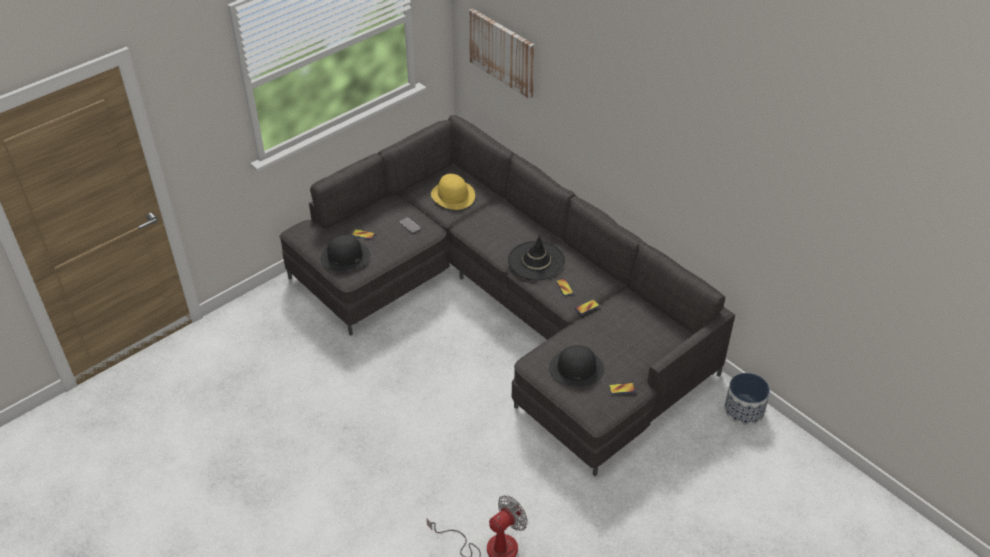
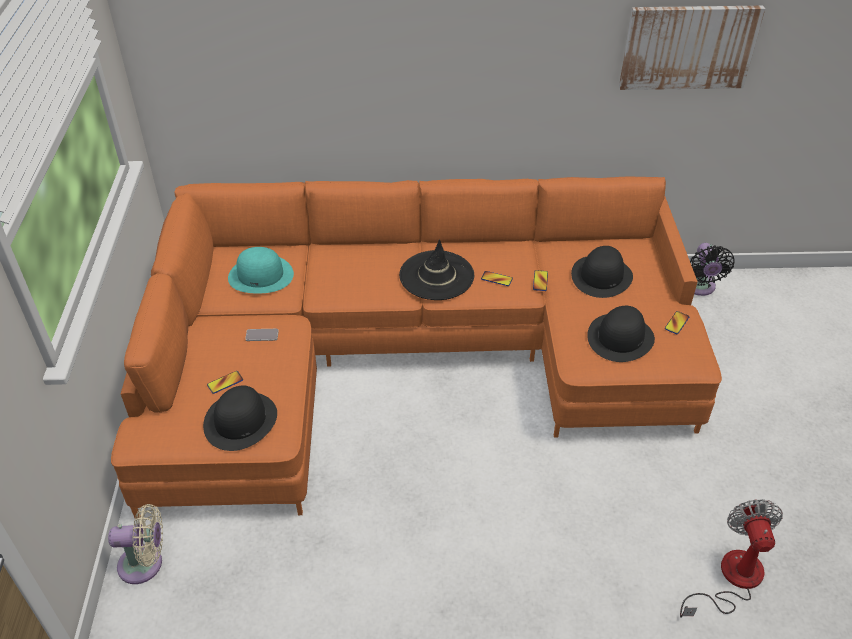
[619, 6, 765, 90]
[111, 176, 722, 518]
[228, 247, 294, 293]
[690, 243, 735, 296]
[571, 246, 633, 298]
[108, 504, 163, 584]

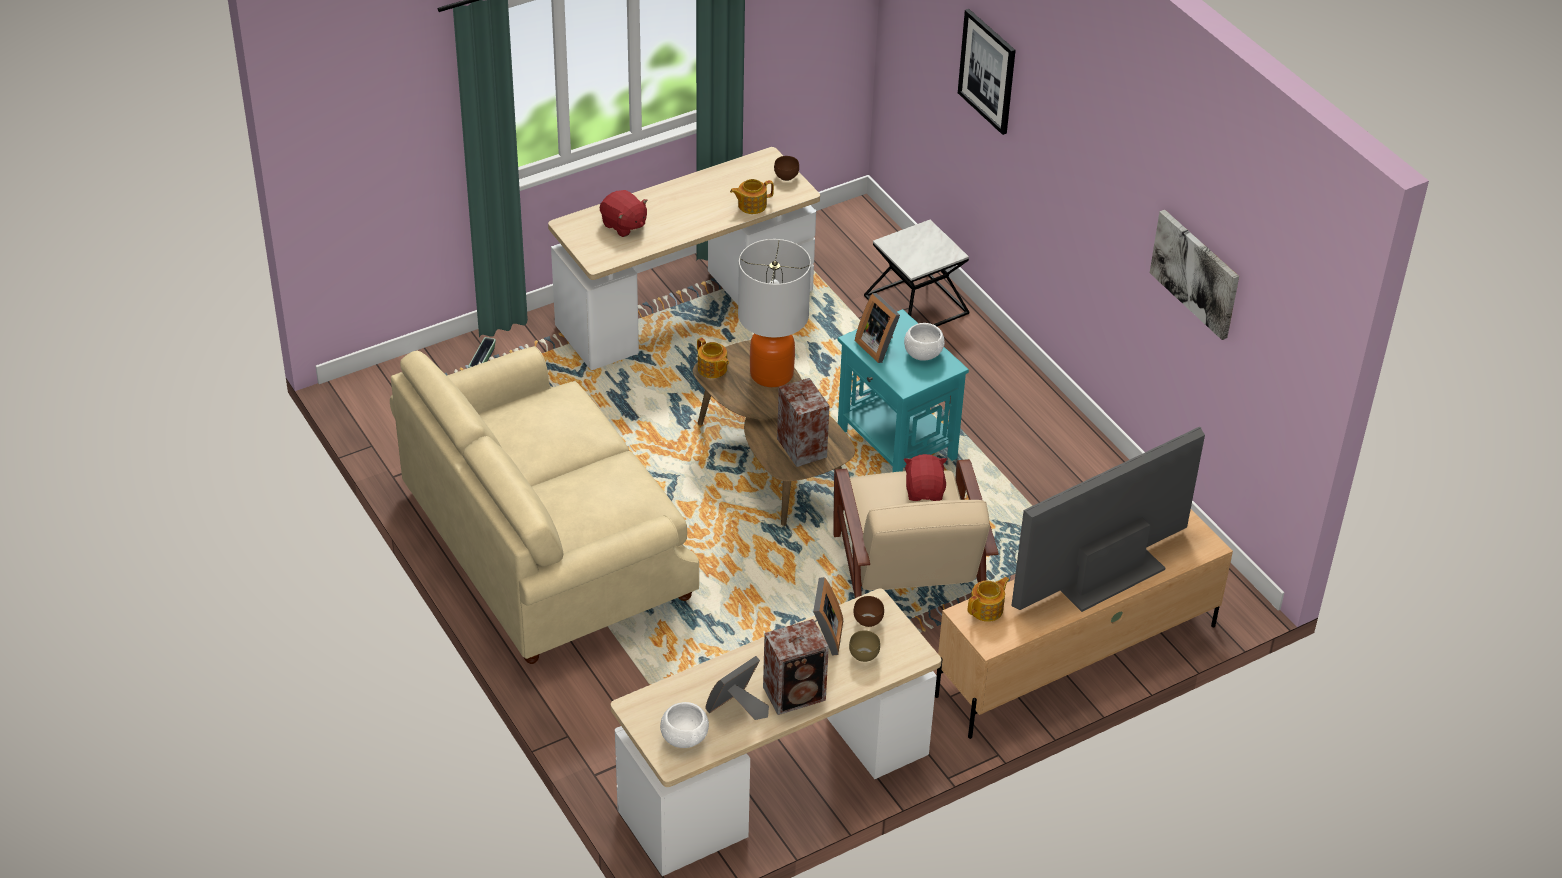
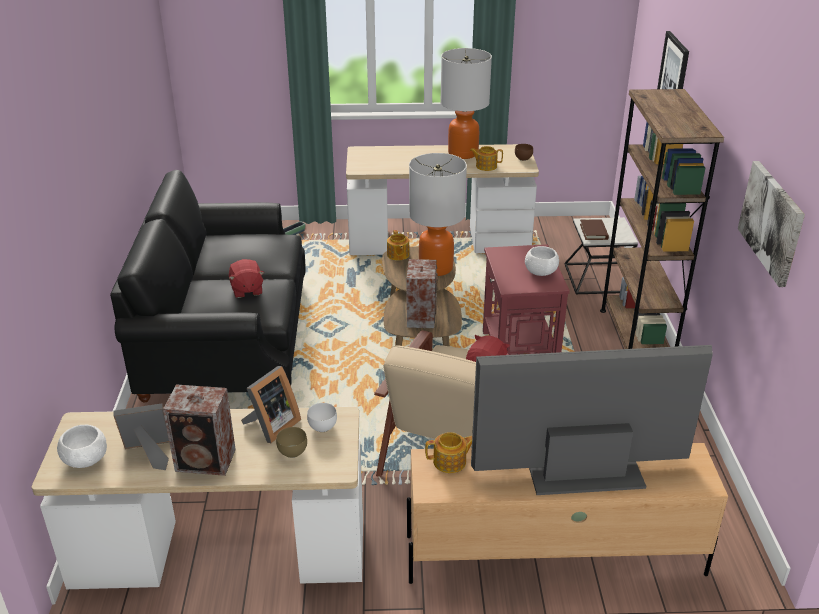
[229, 259, 264, 298]
[855, 293, 900, 363] (first image)
[483, 244, 570, 355]
[110, 170, 305, 403]
[307, 403, 337, 432]
[440, 48, 492, 159]
[600, 89, 724, 349]
[580, 219, 609, 240]

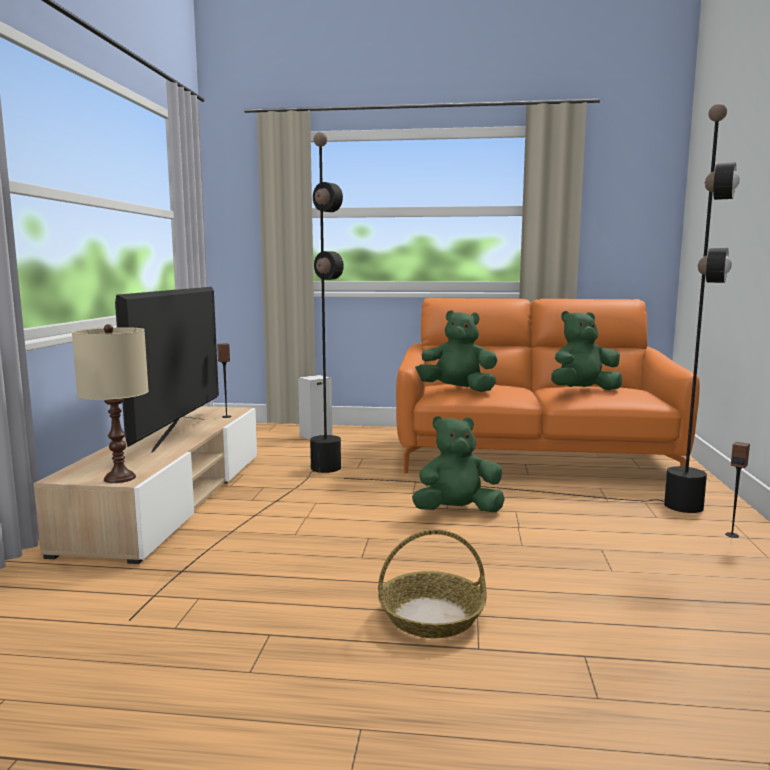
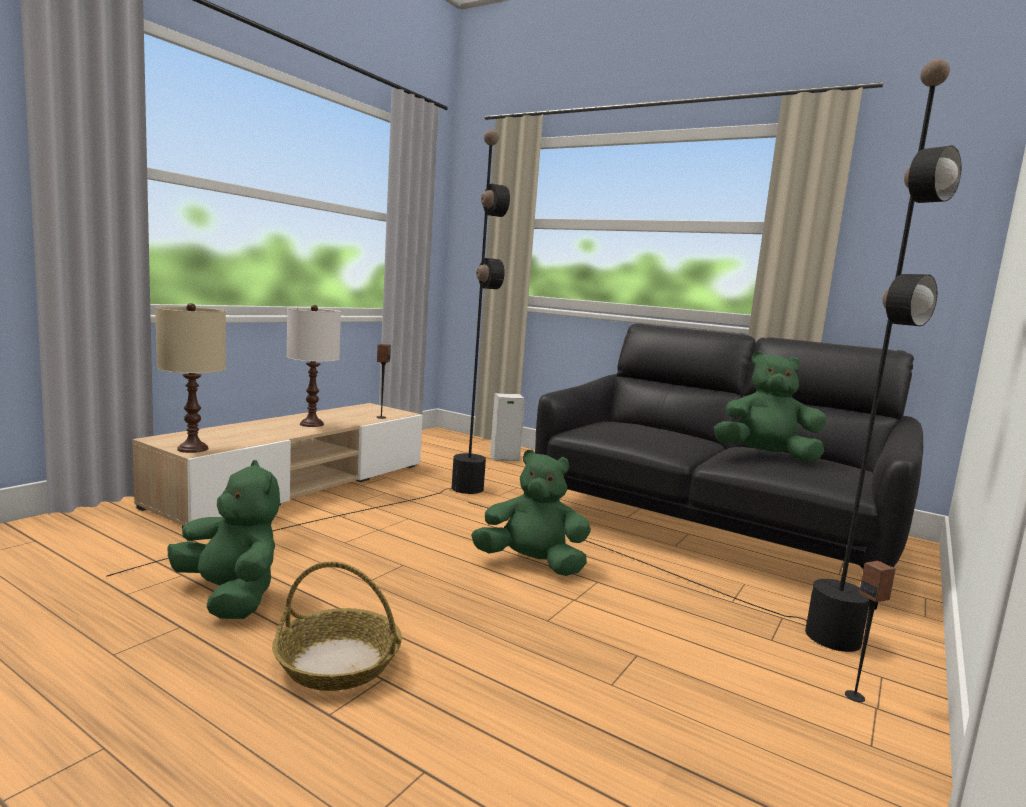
[287, 305, 341, 427]
[535, 323, 923, 610]
[168, 460, 280, 619]

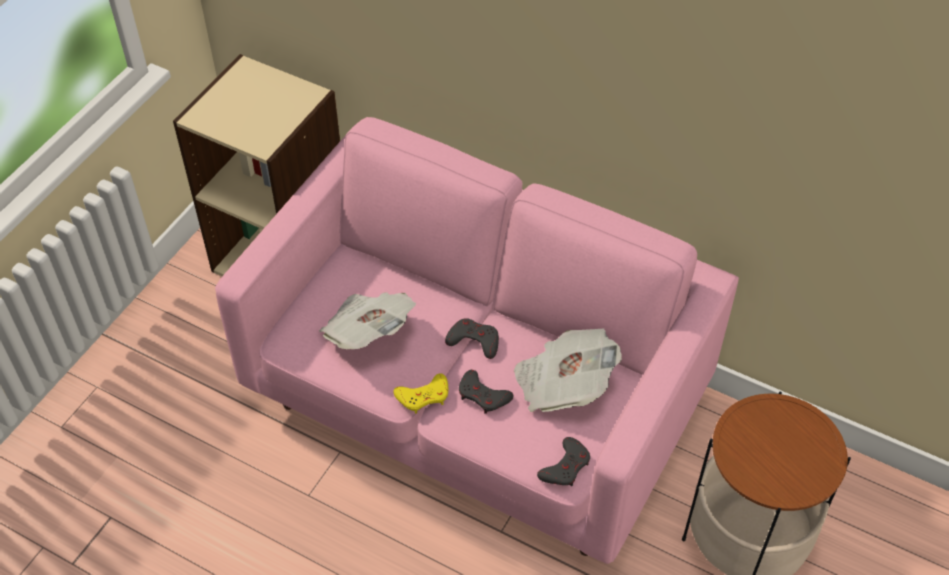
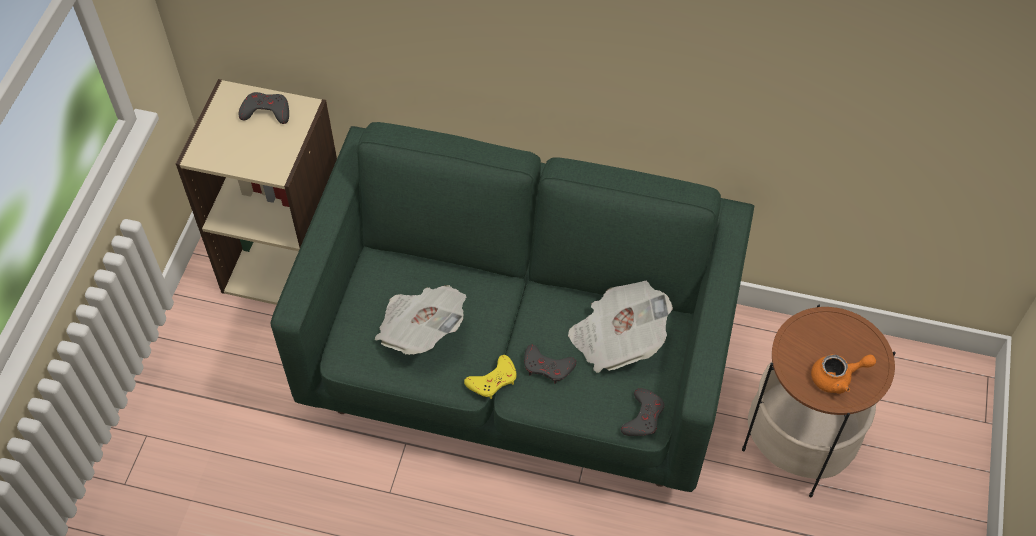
[270, 122, 754, 492]
[239, 92, 289, 124]
[811, 354, 876, 394]

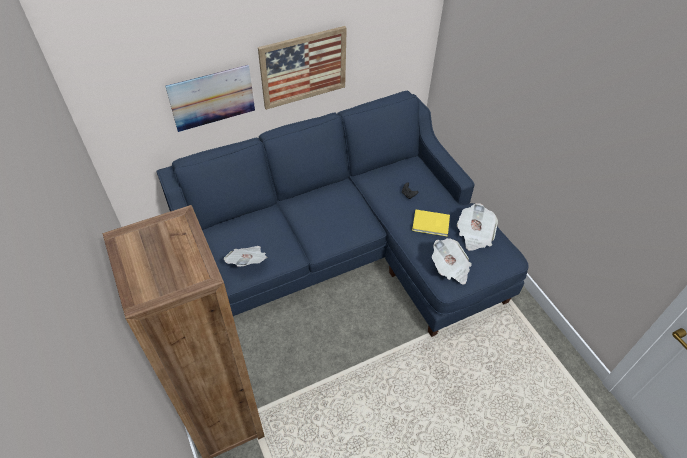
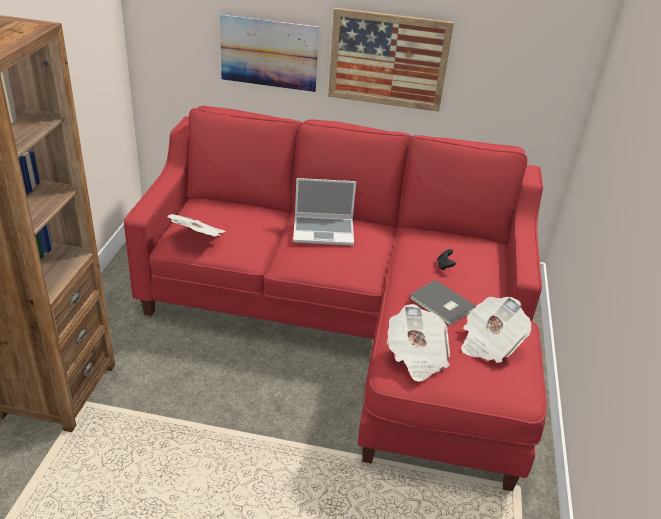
[124, 106, 547, 491]
[409, 280, 476, 326]
[293, 178, 356, 246]

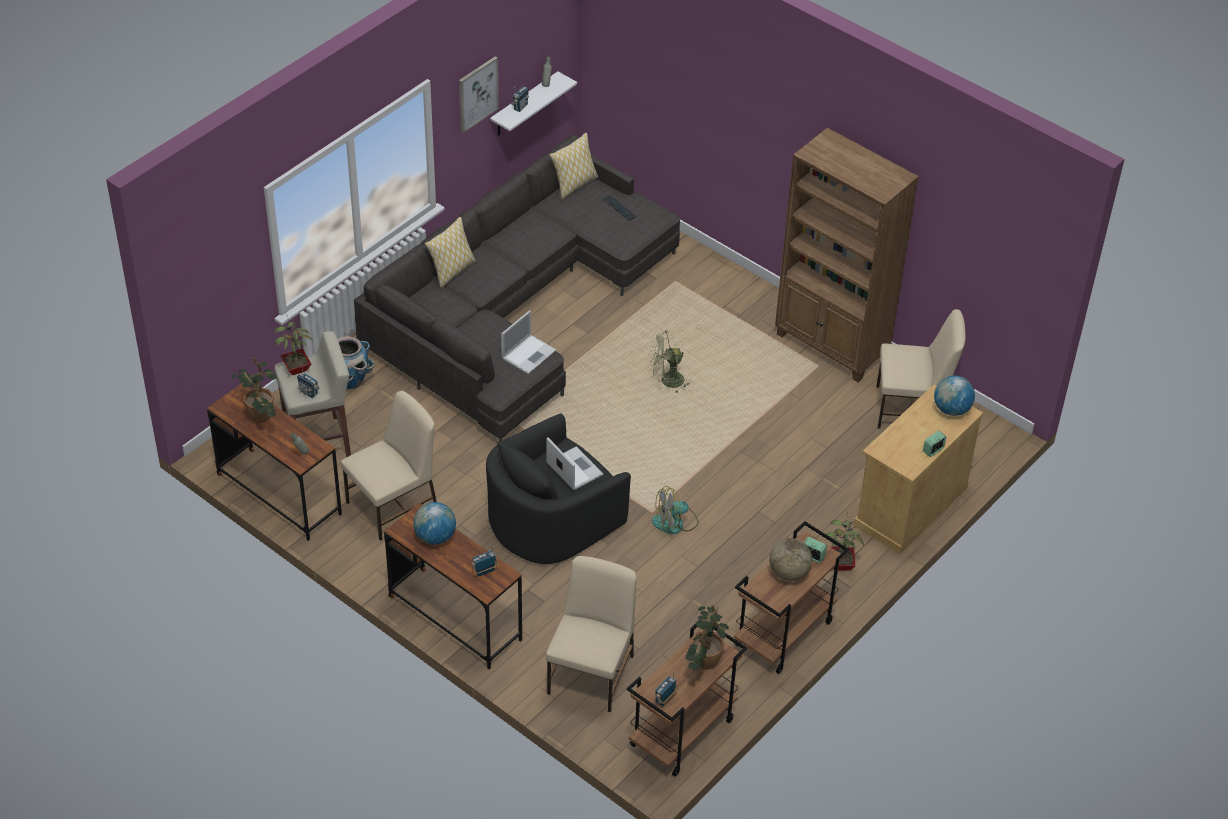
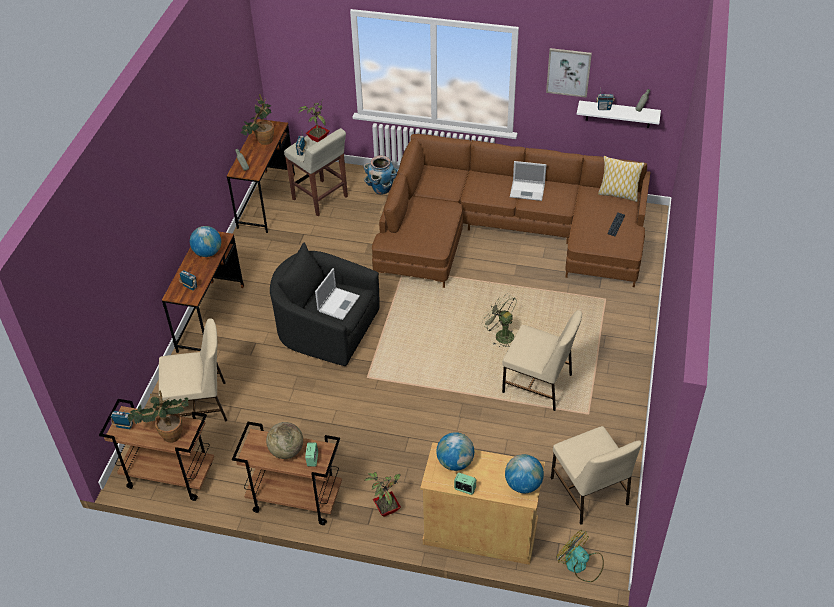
[775, 128, 919, 383] (first image)
[372, 134, 650, 288]
[425, 217, 476, 288] (first image)
[510, 161, 547, 201]
[502, 310, 582, 411]
[556, 530, 604, 582]
[436, 432, 474, 471]

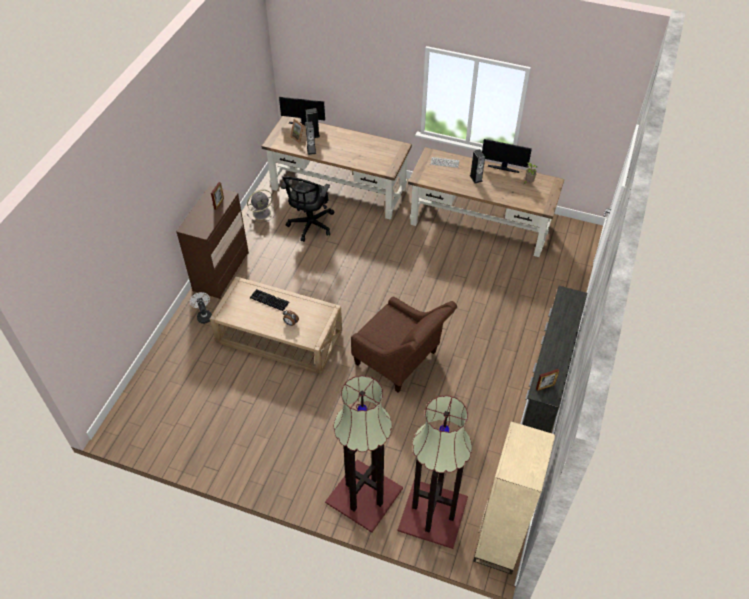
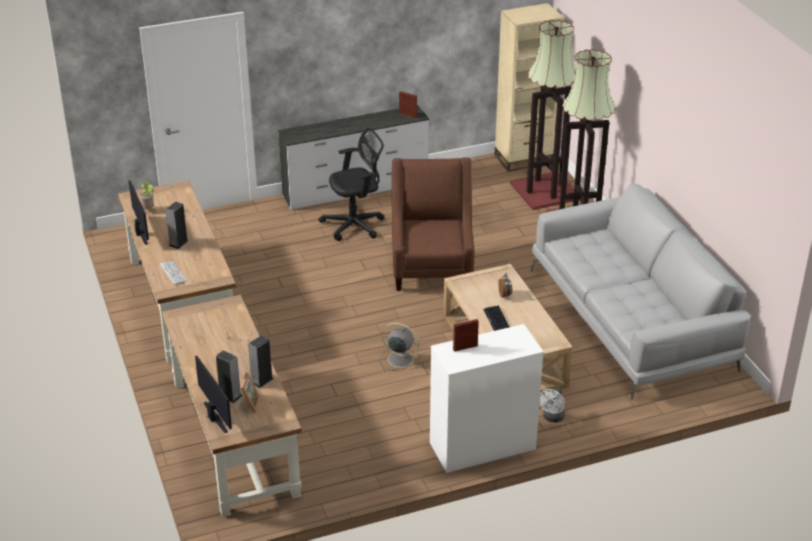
[319, 127, 385, 241]
[430, 324, 544, 473]
[380, 323, 420, 371]
[530, 184, 750, 400]

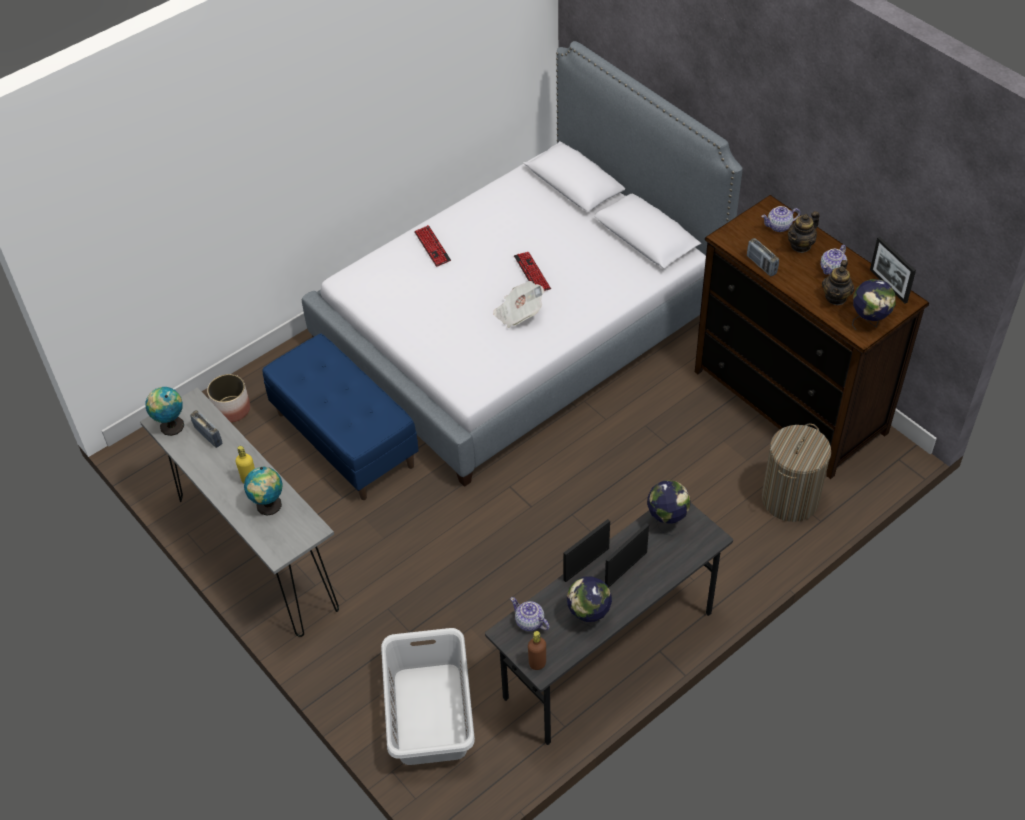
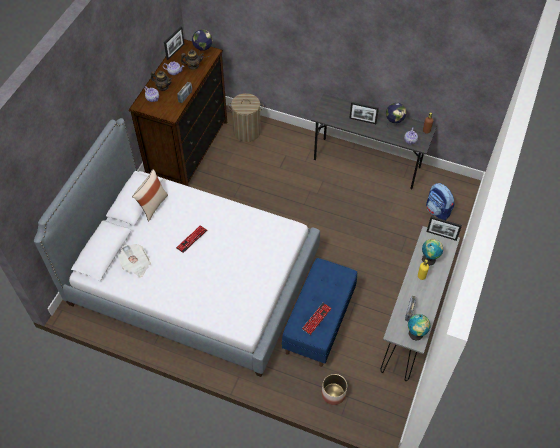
[302, 303, 332, 335]
[118, 244, 151, 277]
[647, 480, 691, 536] (first image)
[426, 216, 462, 241]
[426, 183, 455, 220]
[132, 169, 168, 221]

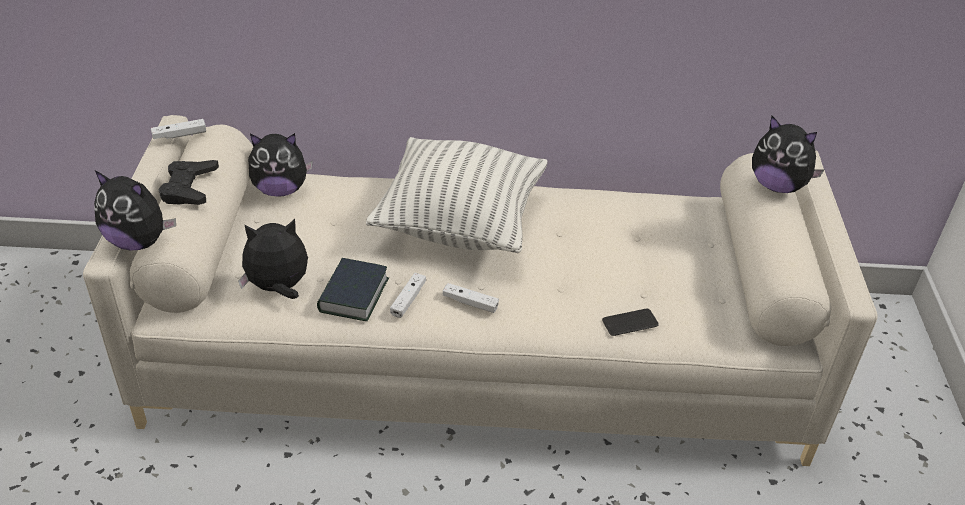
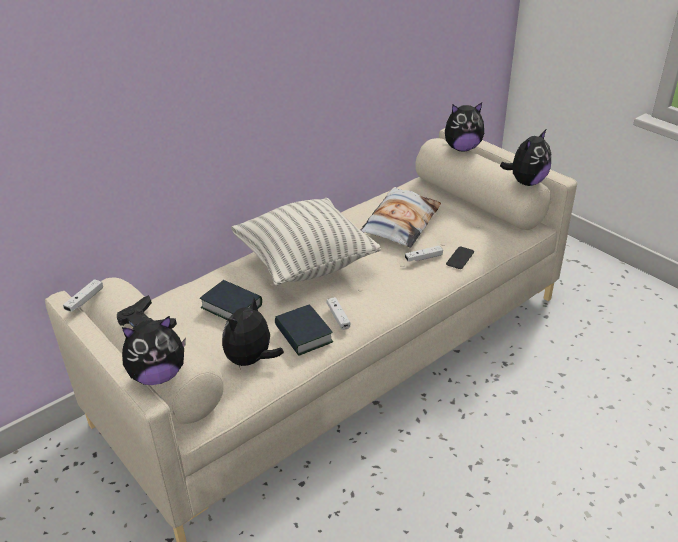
[500, 130, 551, 186]
[405, 246, 443, 262]
[361, 187, 441, 248]
[200, 280, 262, 320]

